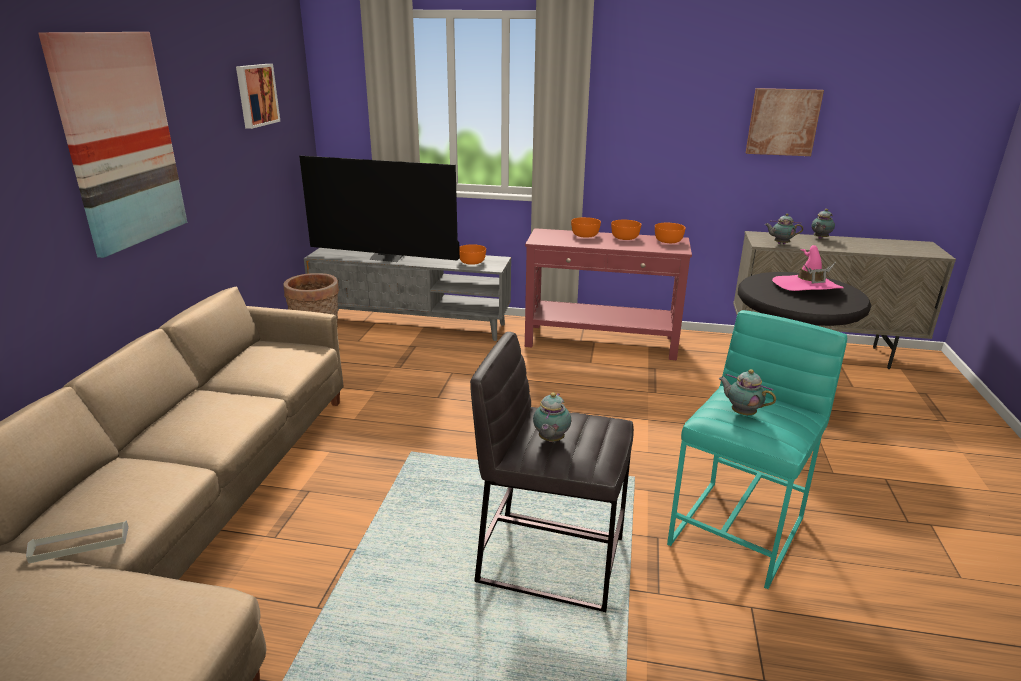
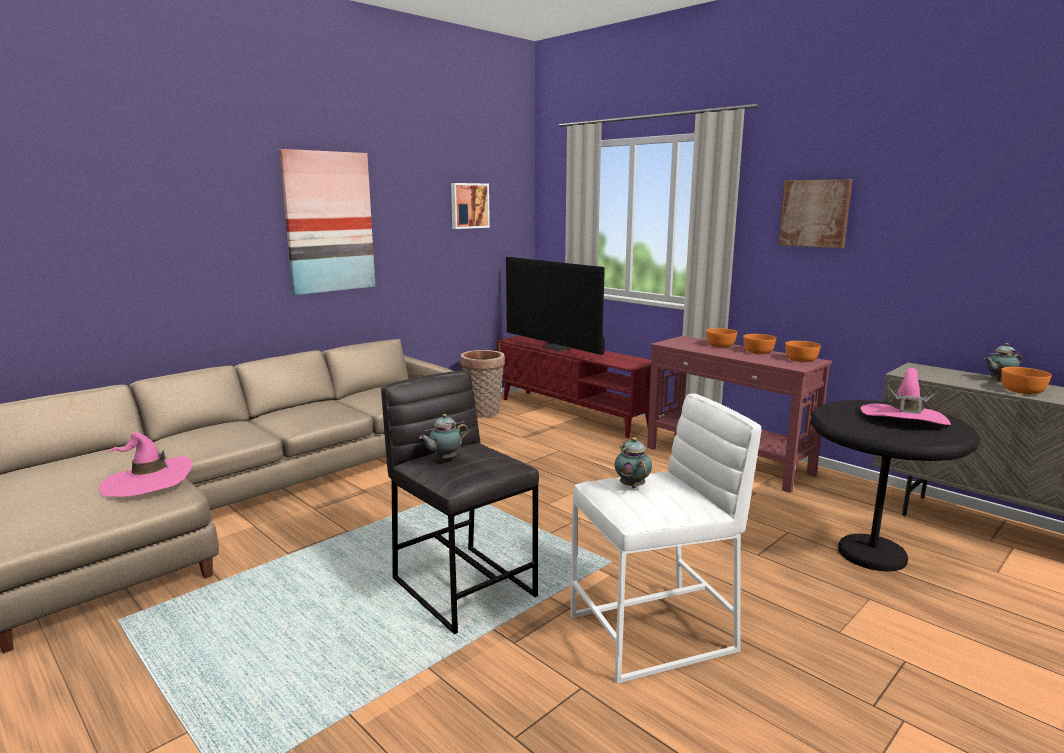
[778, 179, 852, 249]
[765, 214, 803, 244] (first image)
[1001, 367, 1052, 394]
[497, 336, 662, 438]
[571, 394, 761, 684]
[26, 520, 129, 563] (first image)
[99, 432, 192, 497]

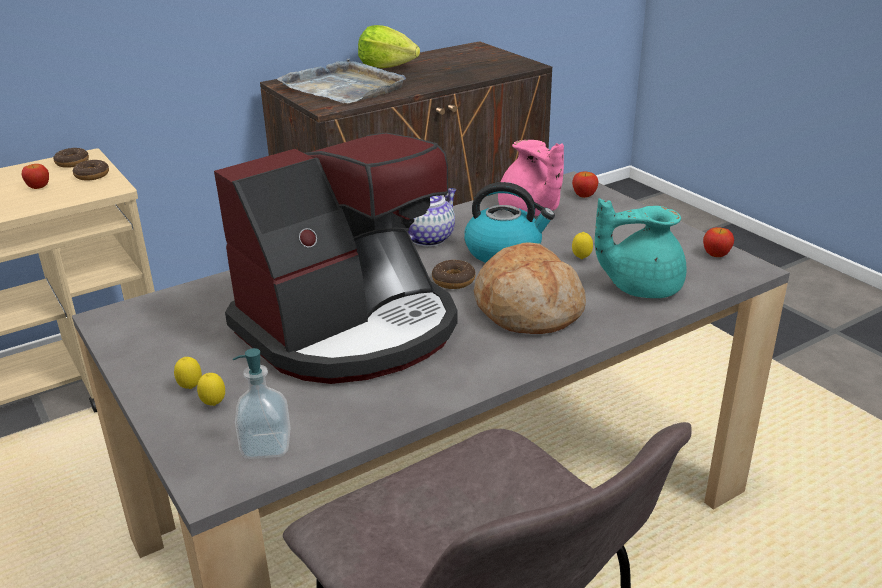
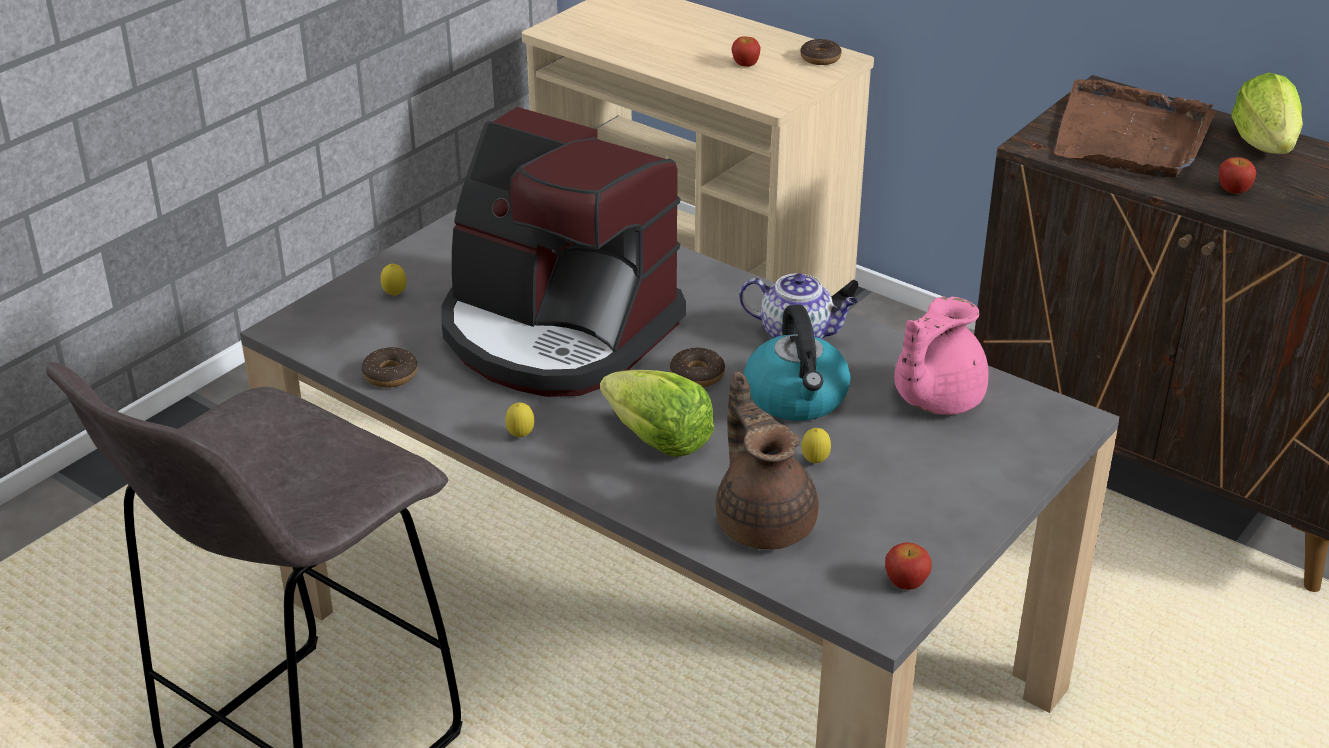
[1054, 79, 1216, 178]
[362, 347, 417, 388]
[1219, 157, 1256, 194]
[716, 372, 819, 550]
[600, 370, 714, 457]
[233, 348, 291, 459] (first image)
[505, 402, 534, 437]

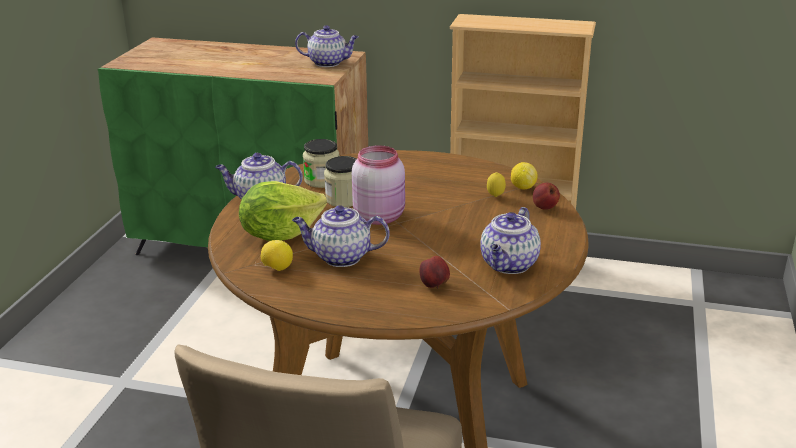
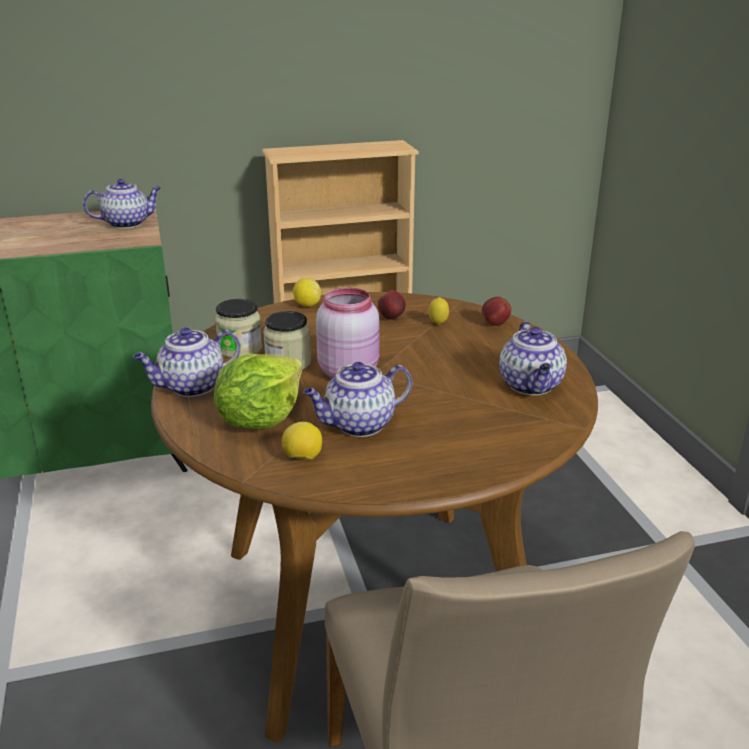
[293, 278, 321, 307]
[378, 290, 406, 320]

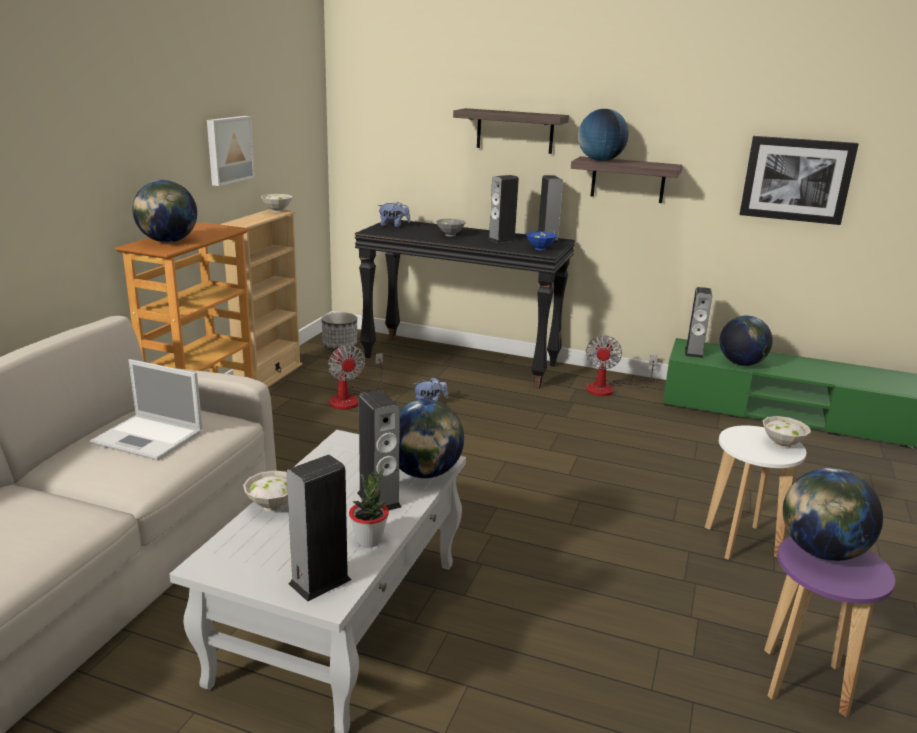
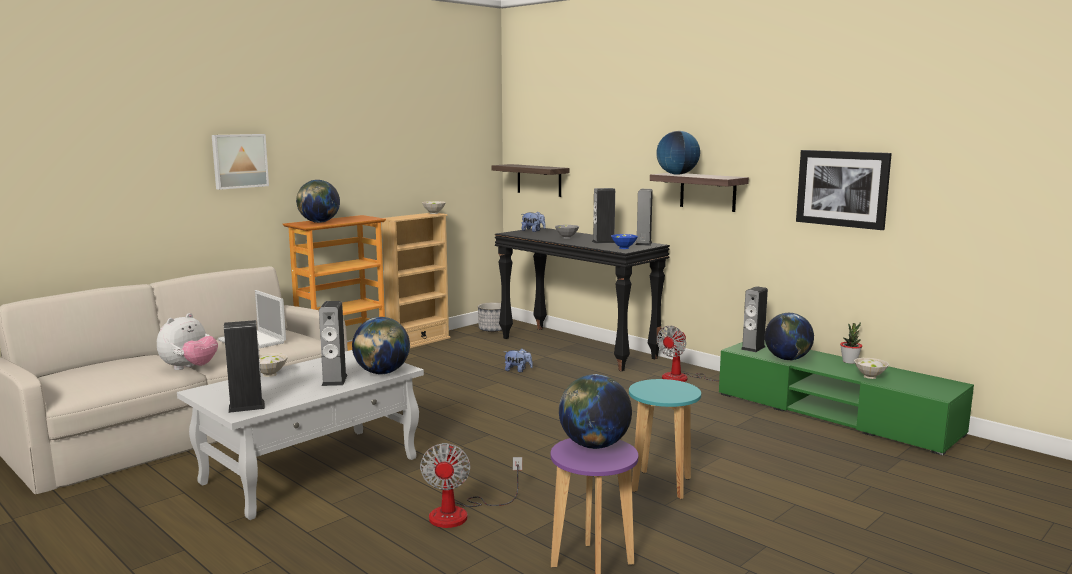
[492, 164, 569, 197]
[212, 134, 269, 190]
[420, 443, 522, 528]
[854, 358, 889, 379]
[629, 379, 701, 499]
[840, 322, 862, 364]
[157, 313, 218, 370]

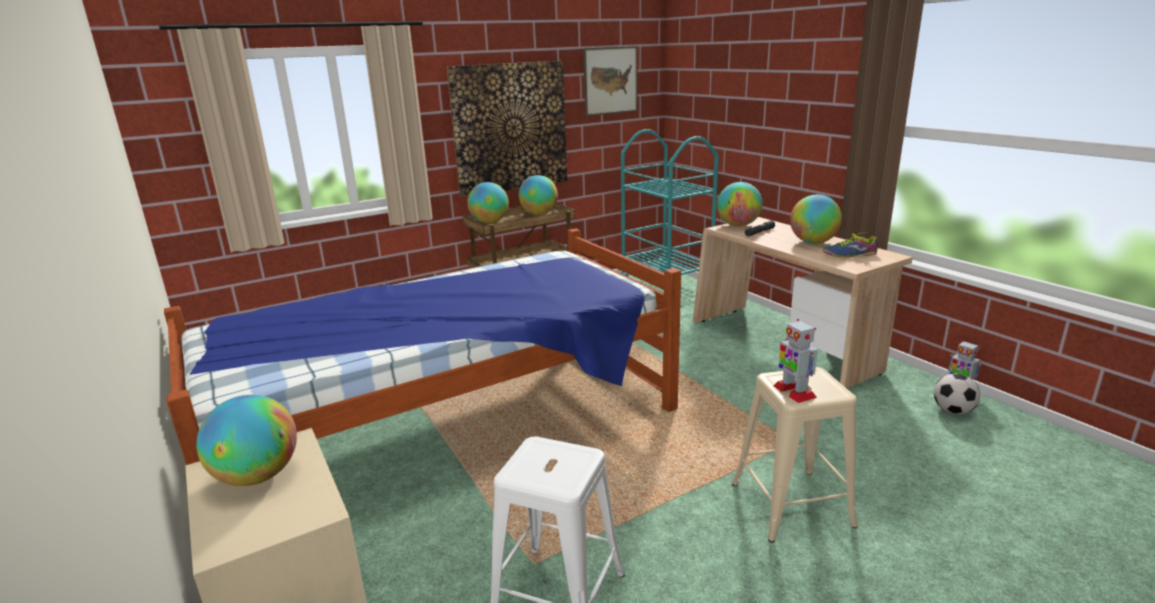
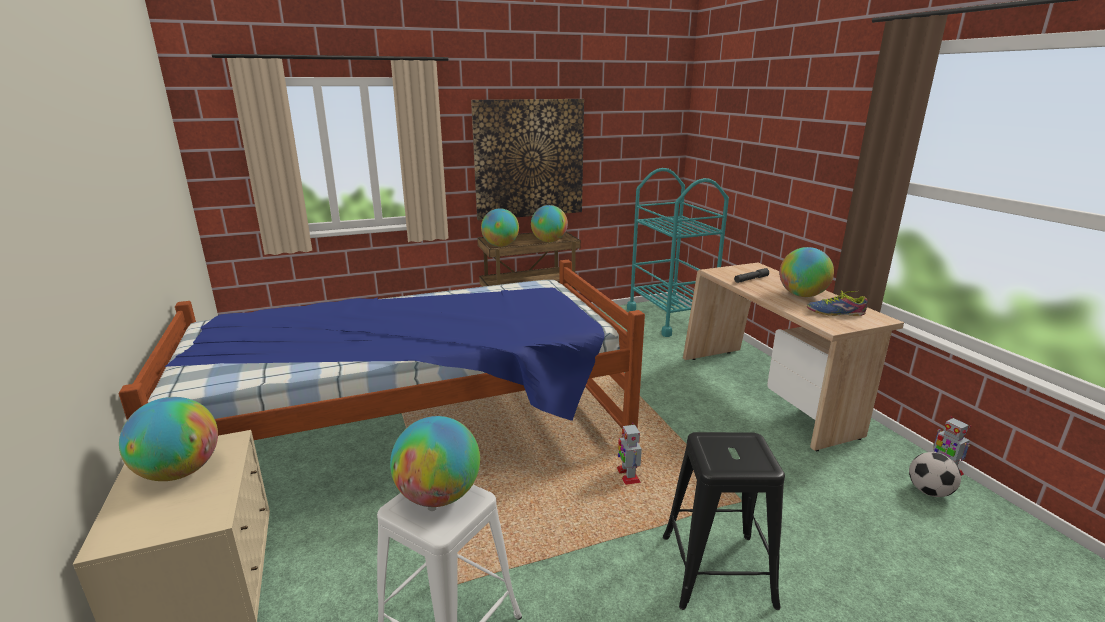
[583, 46, 638, 116] (first image)
[390, 416, 480, 507]
[617, 423, 642, 485]
[663, 432, 785, 610]

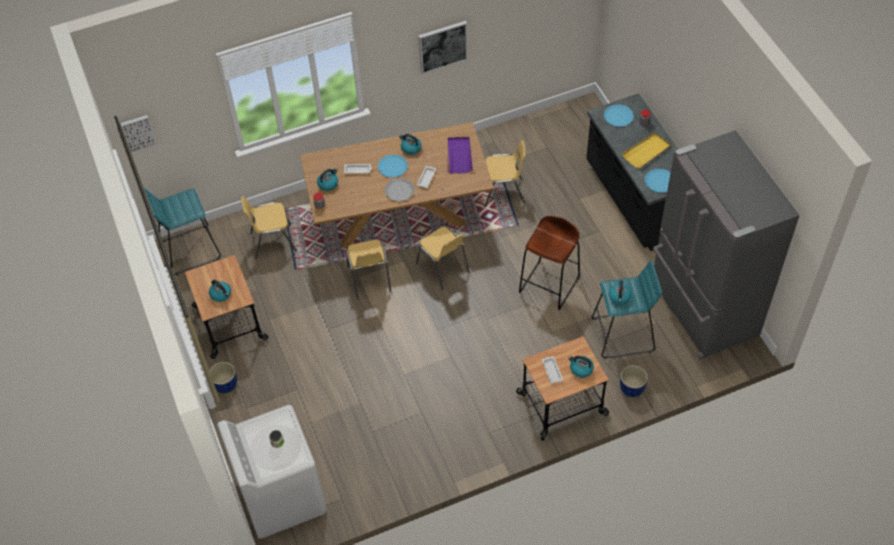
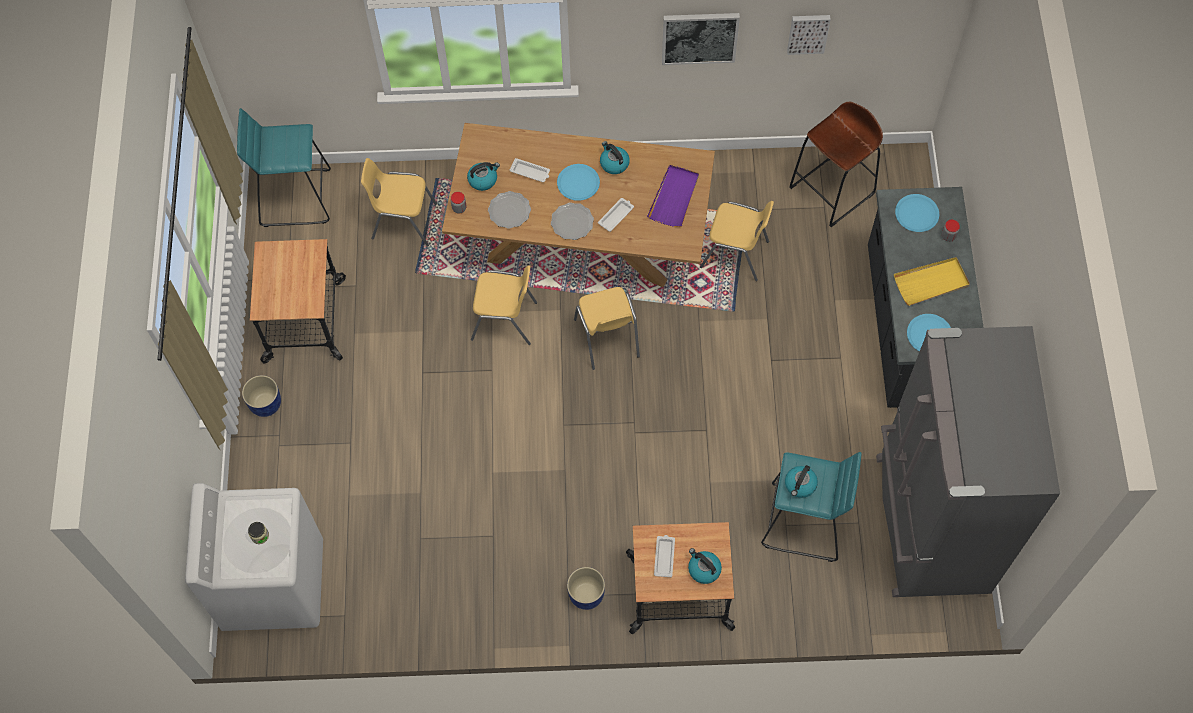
[787, 15, 831, 55]
[789, 102, 883, 227]
[471, 265, 537, 345]
[209, 280, 231, 302] (first image)
[567, 567, 605, 610]
[488, 191, 531, 229]

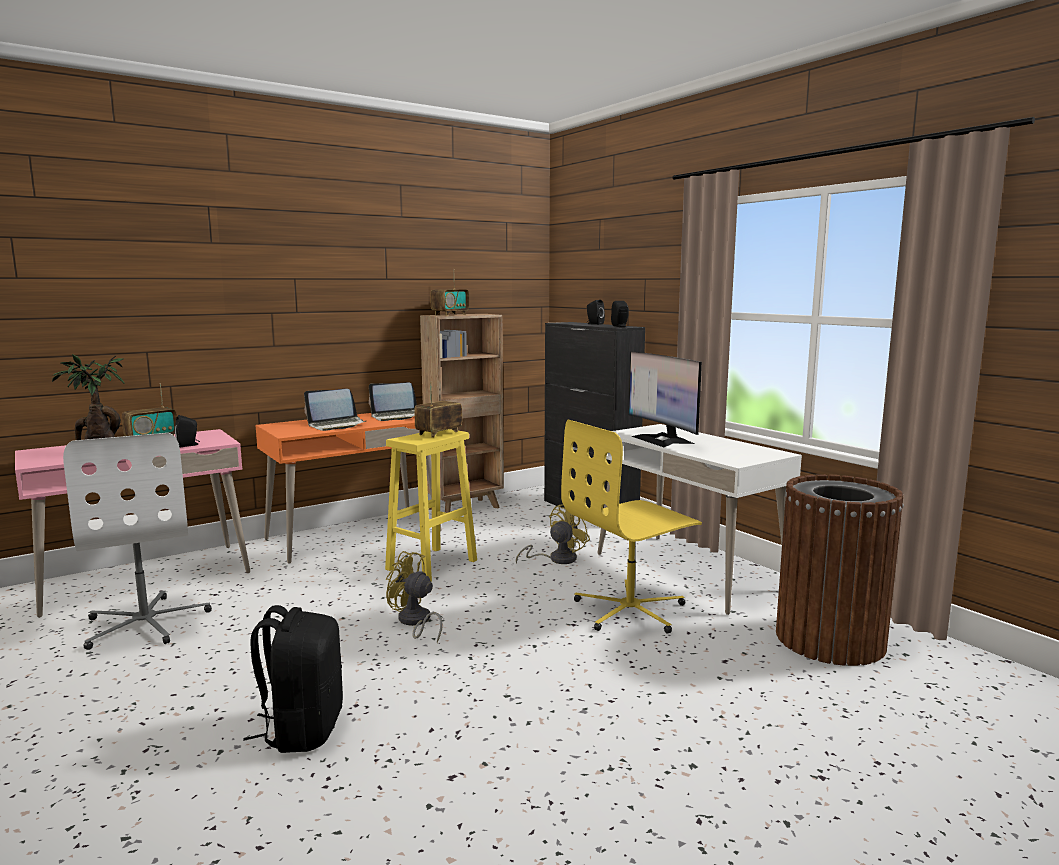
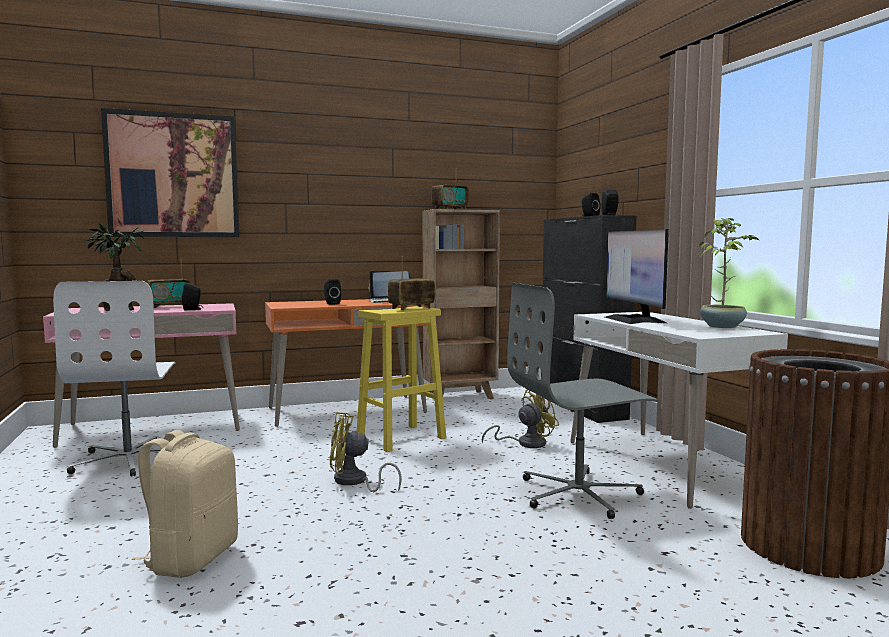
[324, 279, 341, 305]
[507, 283, 658, 519]
[330, 412, 402, 492]
[132, 430, 238, 578]
[101, 108, 239, 237]
[700, 218, 759, 328]

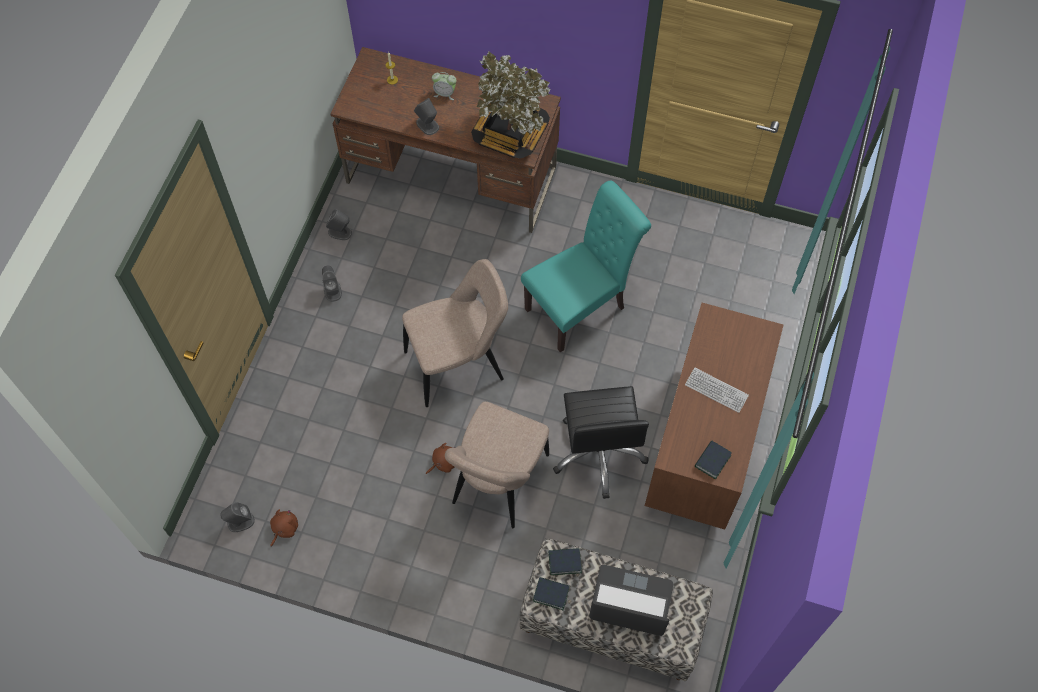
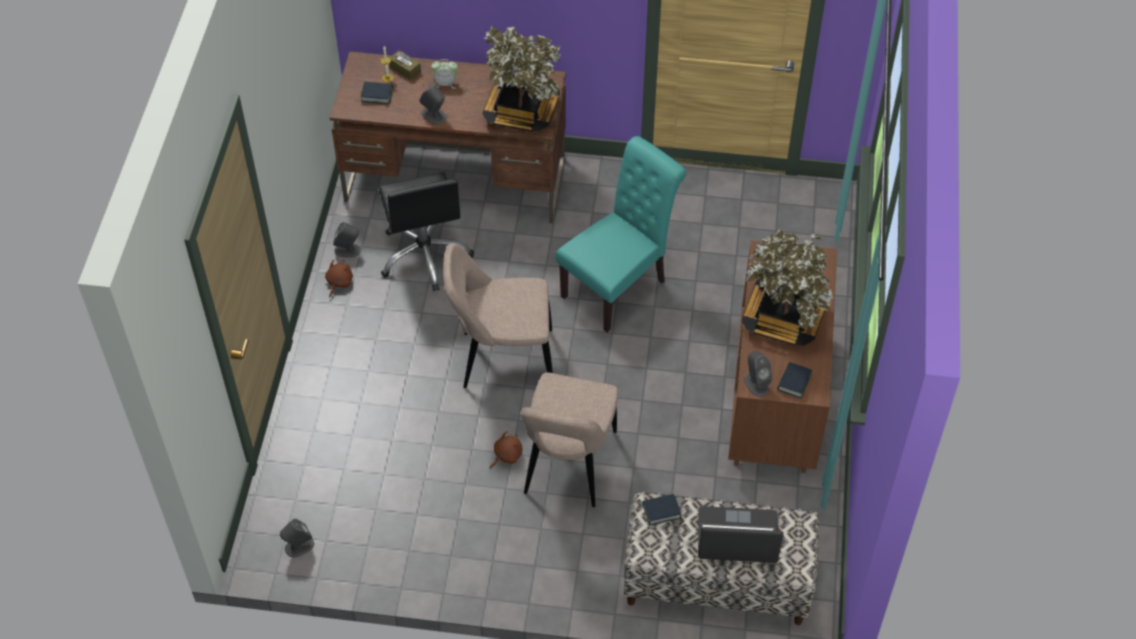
[443, 244, 553, 388]
[744, 351, 773, 396]
[742, 229, 833, 346]
[378, 172, 474, 291]
[325, 259, 353, 298]
[361, 82, 393, 104]
[389, 50, 421, 80]

